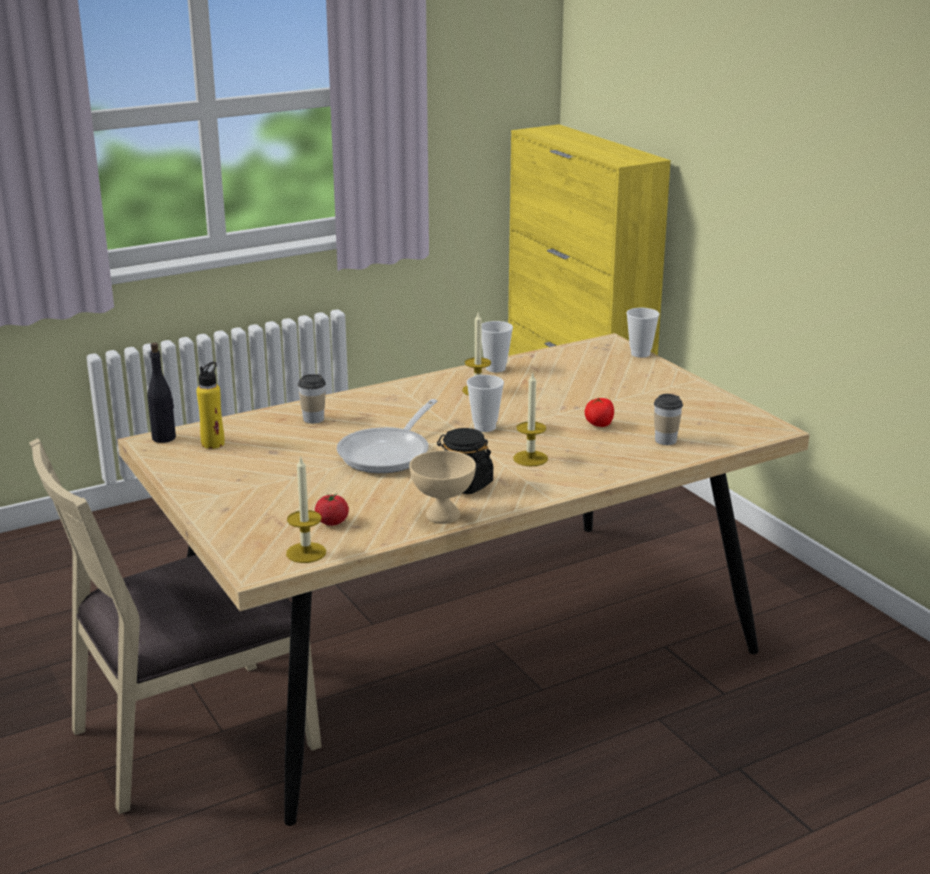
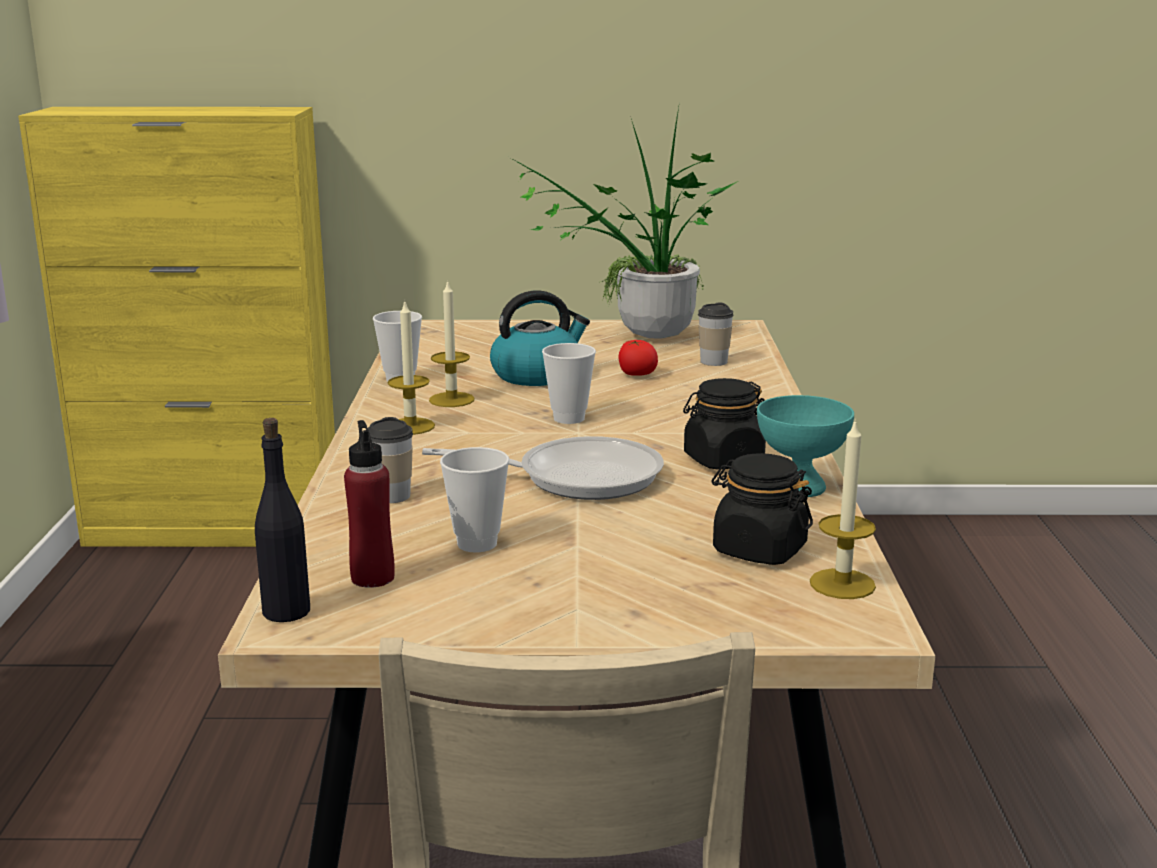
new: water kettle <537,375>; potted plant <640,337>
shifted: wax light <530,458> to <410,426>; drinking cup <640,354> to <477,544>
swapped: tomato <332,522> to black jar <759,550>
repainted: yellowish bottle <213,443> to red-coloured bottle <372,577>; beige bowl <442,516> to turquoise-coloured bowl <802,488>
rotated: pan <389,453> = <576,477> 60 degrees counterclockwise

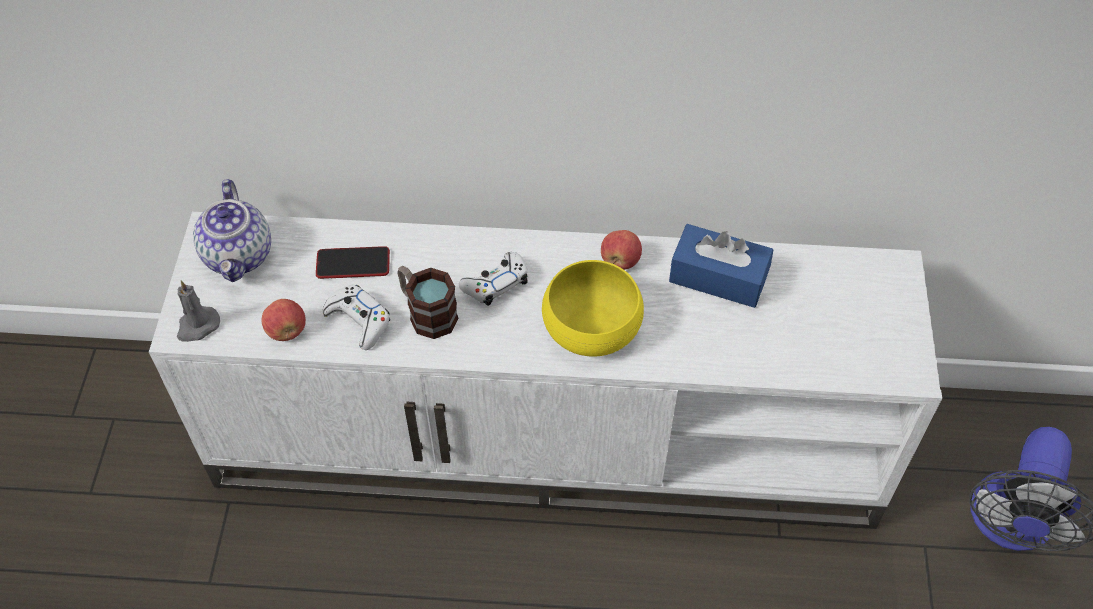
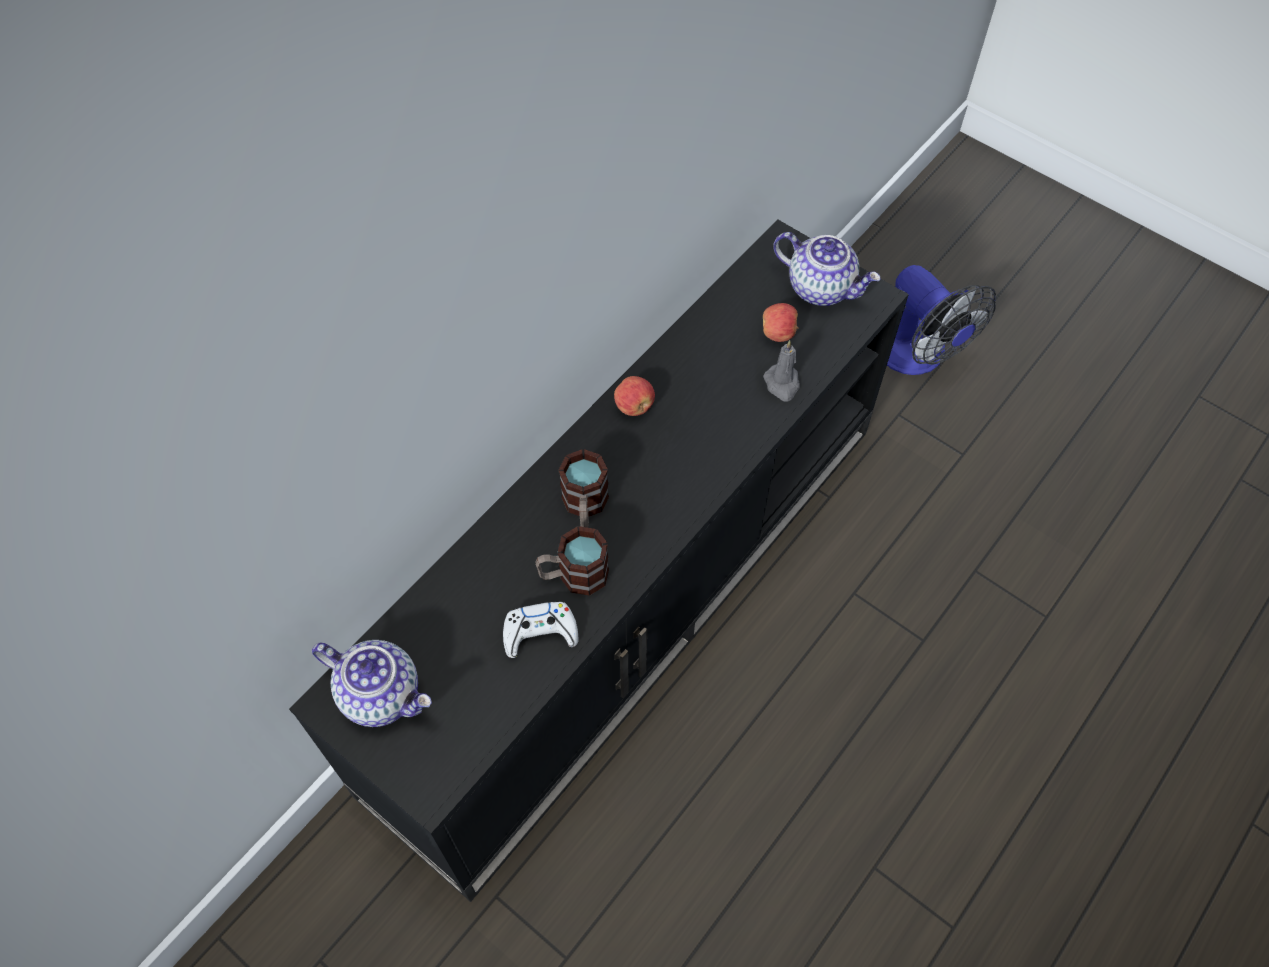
gone: telephone <353,263>; yellowish bowl <591,325>; bluish tissue holder <718,277>
new: pot for tea <821,287>
shifted: apple <287,331> to <778,333>; gray wax light <197,326> to <782,384>
swapped: whitish gamepad <496,283> to coffee mug <585,506>
repainted: whitish tv stand <550,437> to black tv stand <630,595>

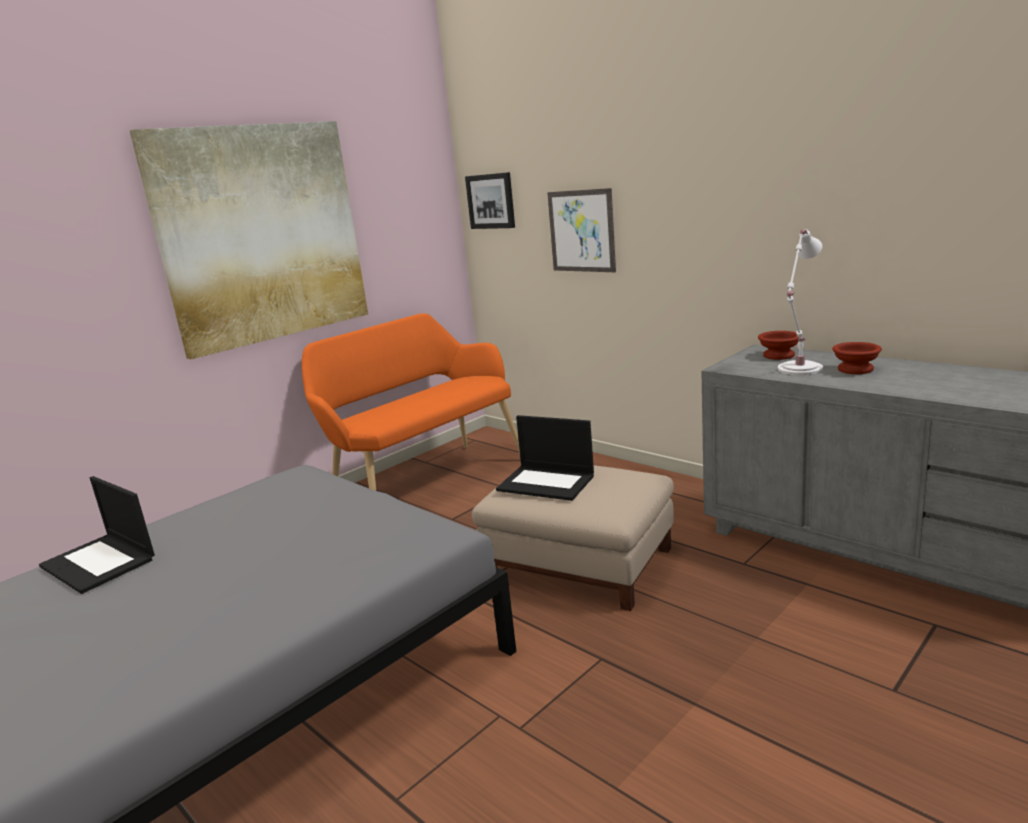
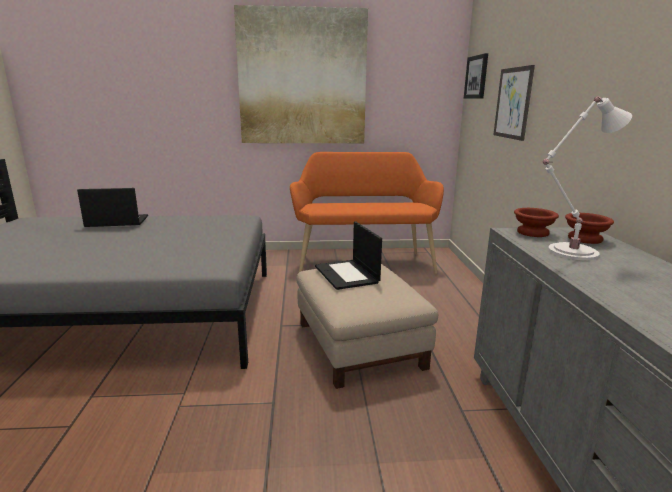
shifted: brown-coloured bowl <855,370> to <531,233>
rotated: laptop <99,562> = <116,221> 90 degrees clockwise

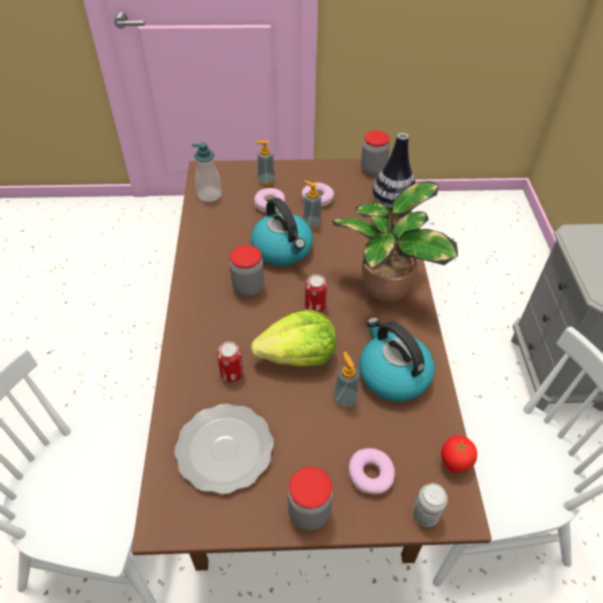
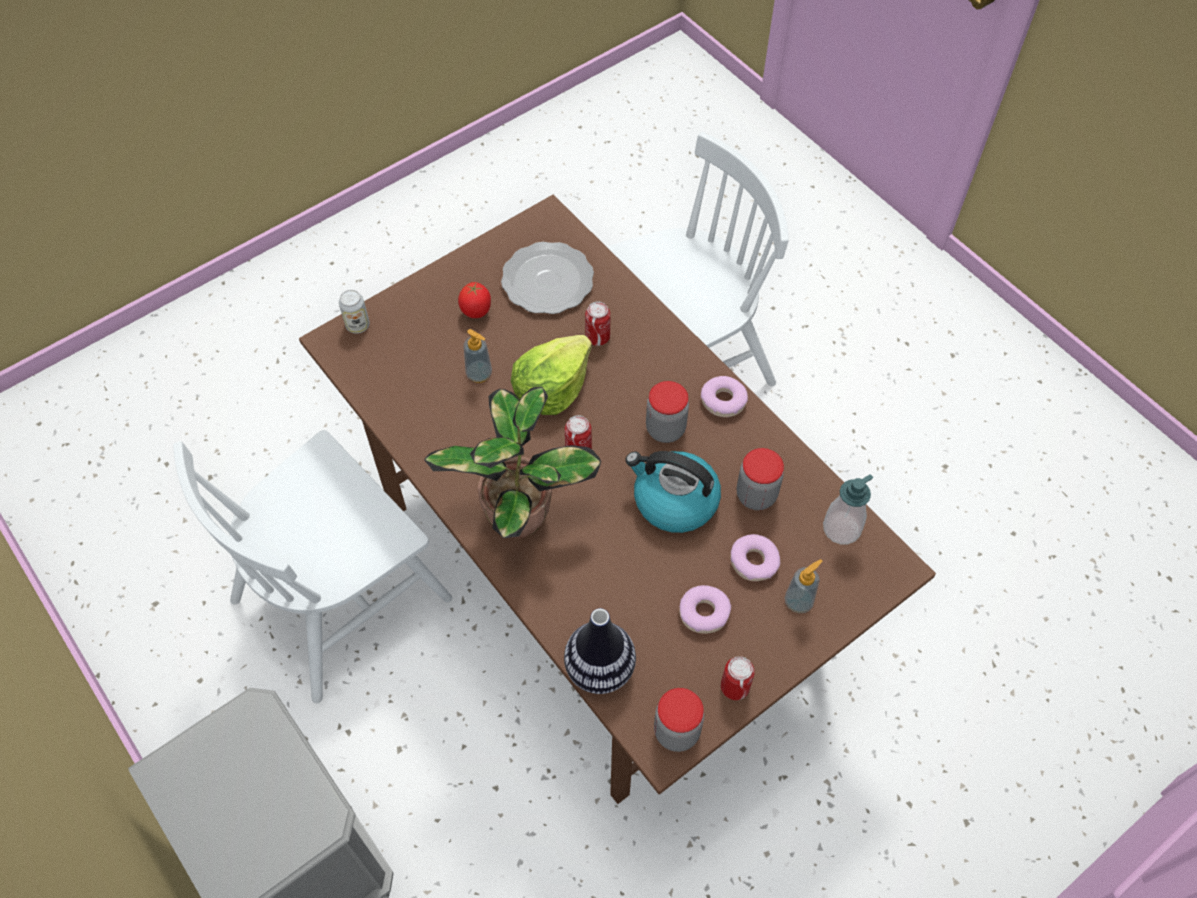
gone: soap bottle <311,224>; water kettle <392,375>
new: metal can <735,687>
shifted: tomato <454,463> to <476,312>; ring doughnut <370,475> to <723,401>; jar <309,512> to <756,495>

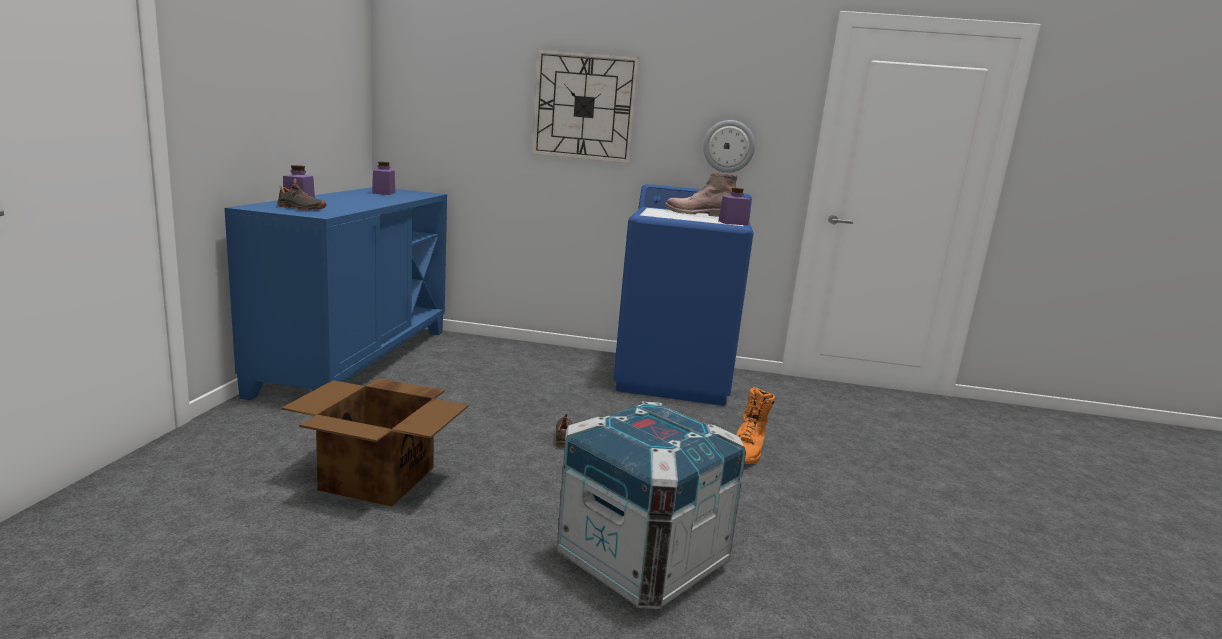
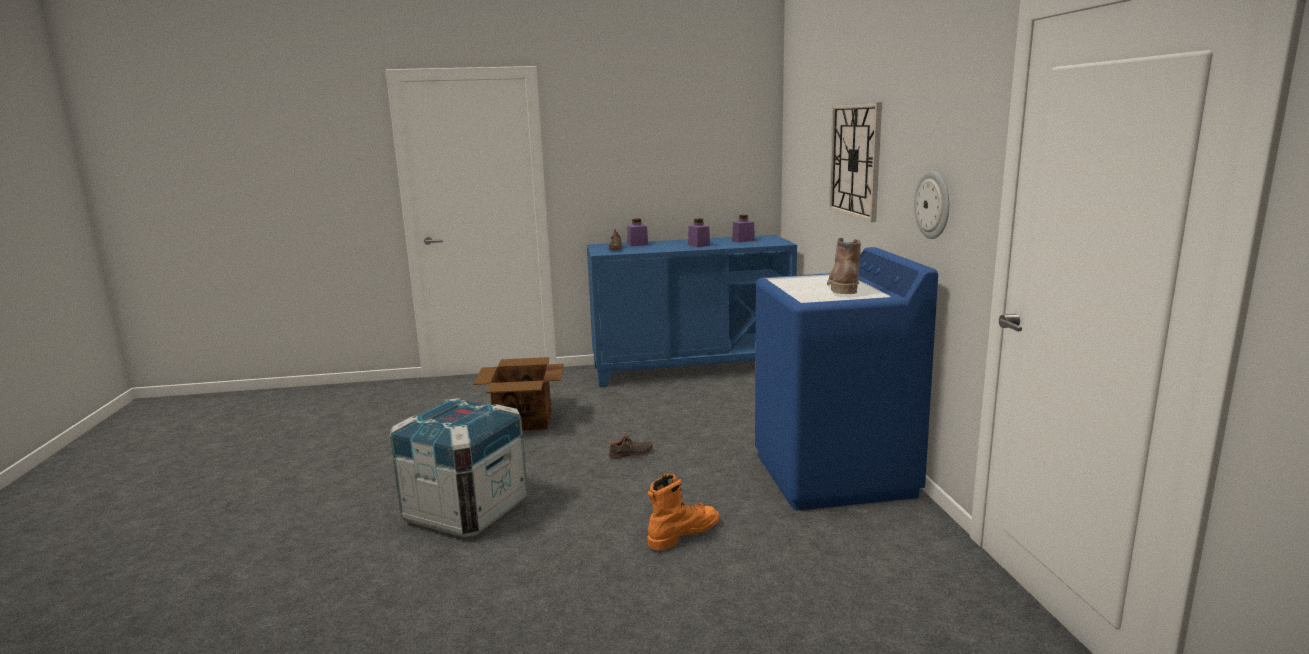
shifted: purplish jar <733,223> to <699,245>
rotated: orangey high-top boot <747,451> = <683,534> 135 degrees clockwise

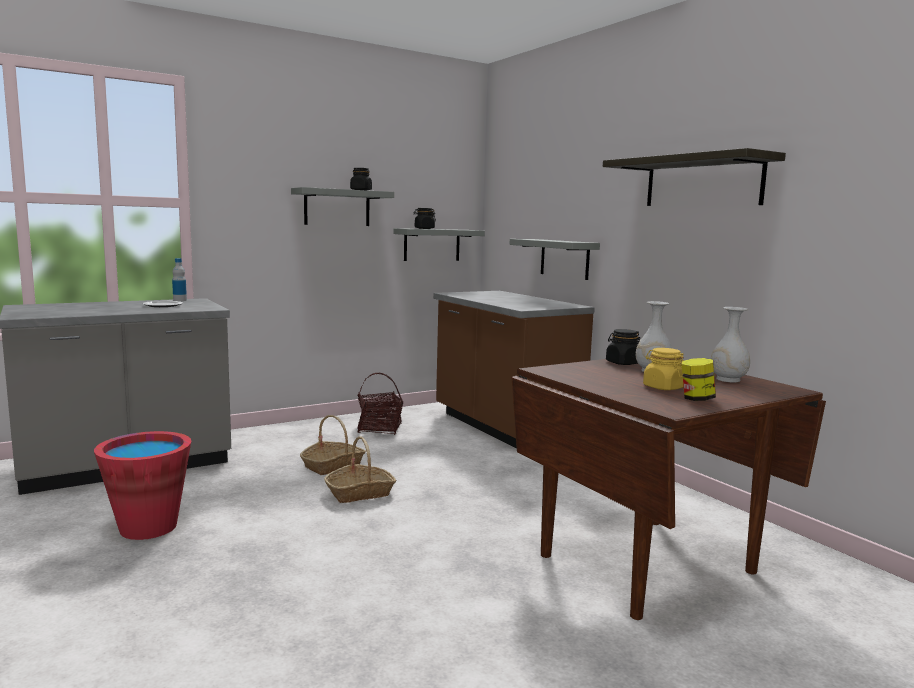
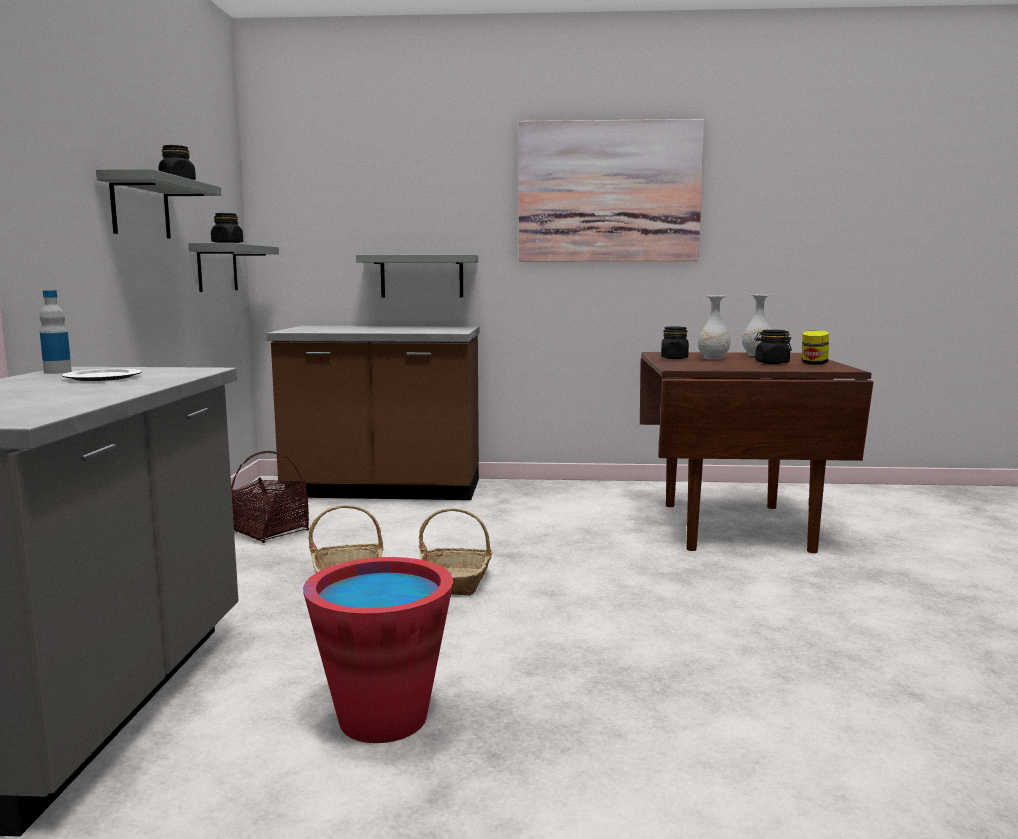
swapped: bracket shelf <702,182> to picture <609,192>
repainted: yellowish jar <663,387> to black jar <771,363>

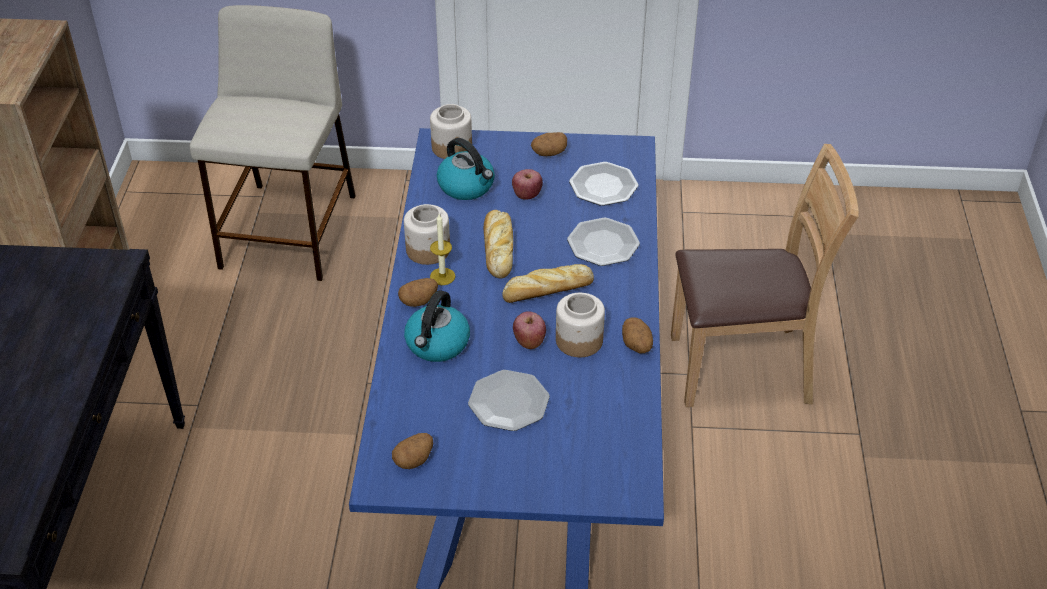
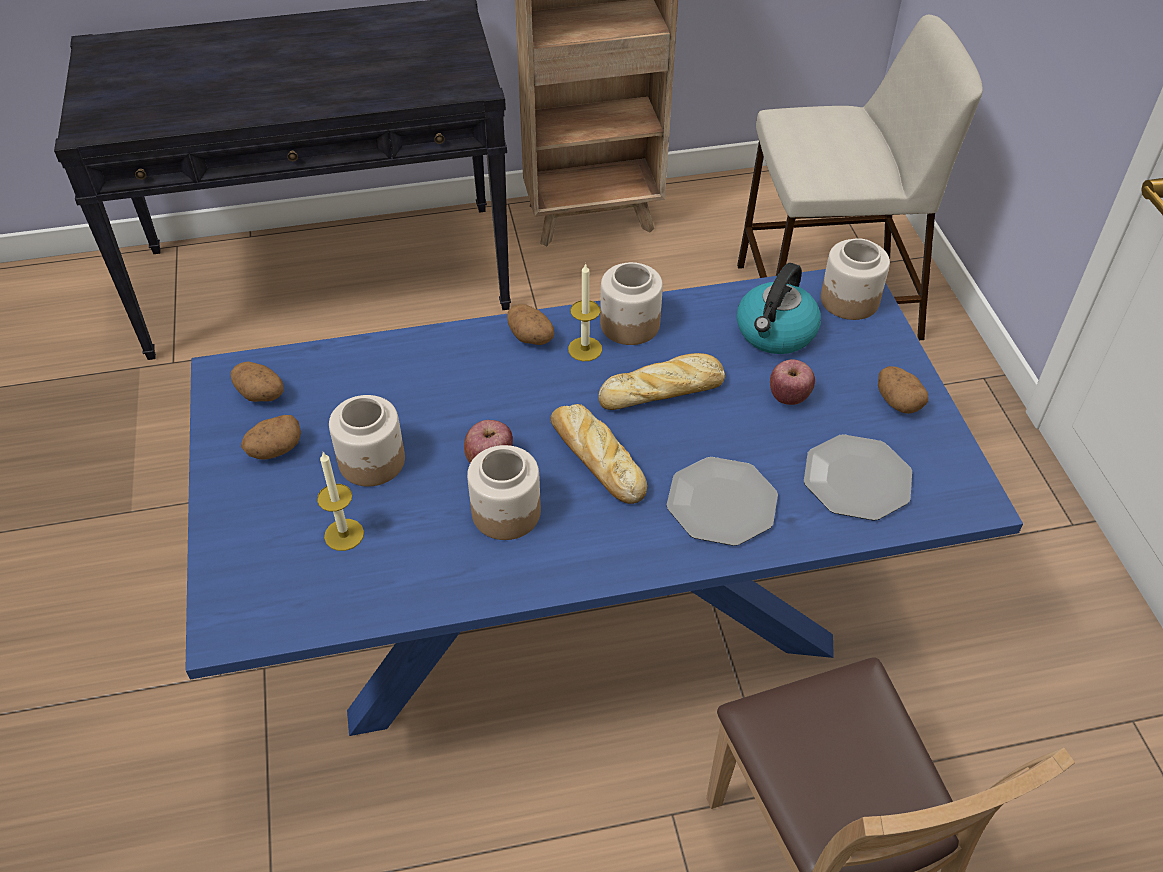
gone: water kettle <437,344>
new: wax light <344,534>
shifted: whole potato <637,346> to <275,450>
swapped: dinner plate <509,402> to jar <372,462>

